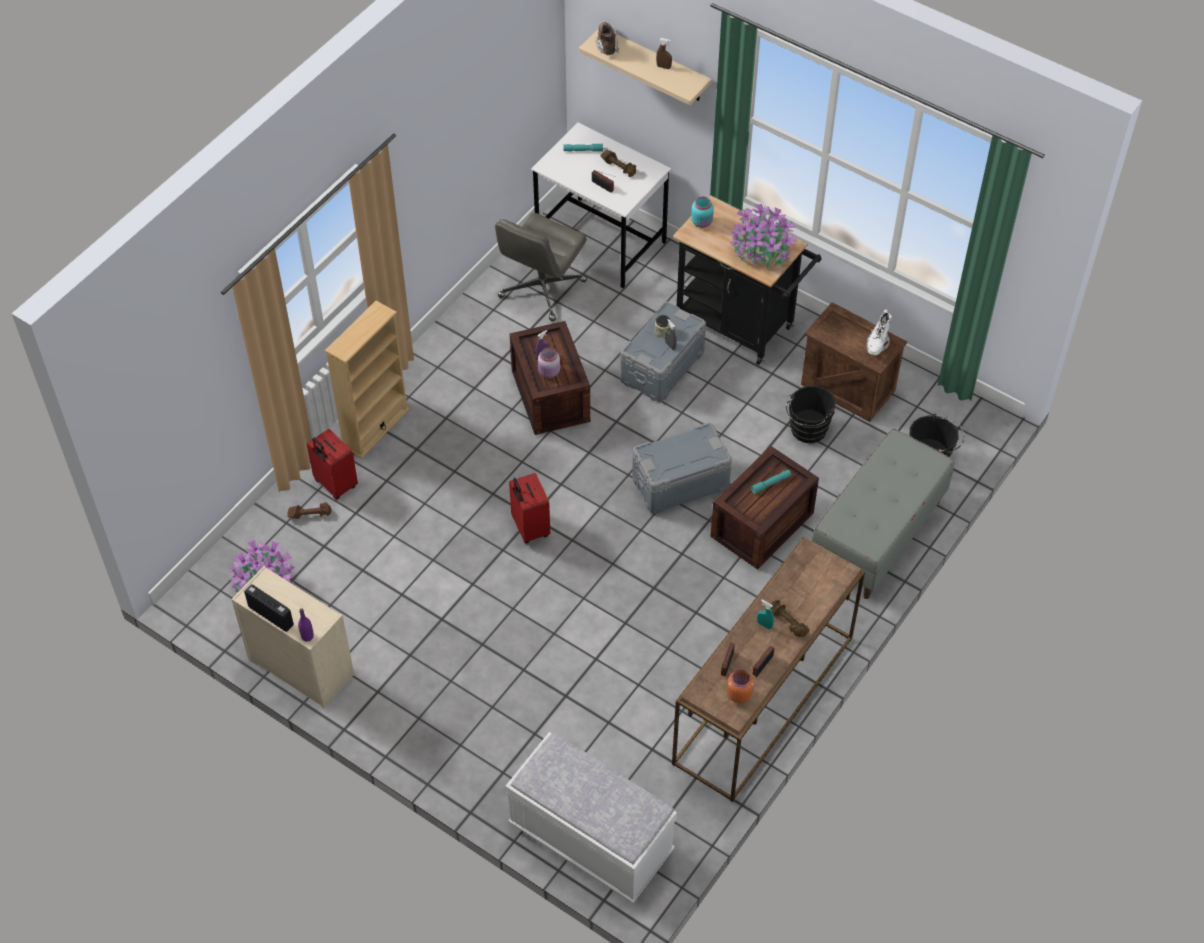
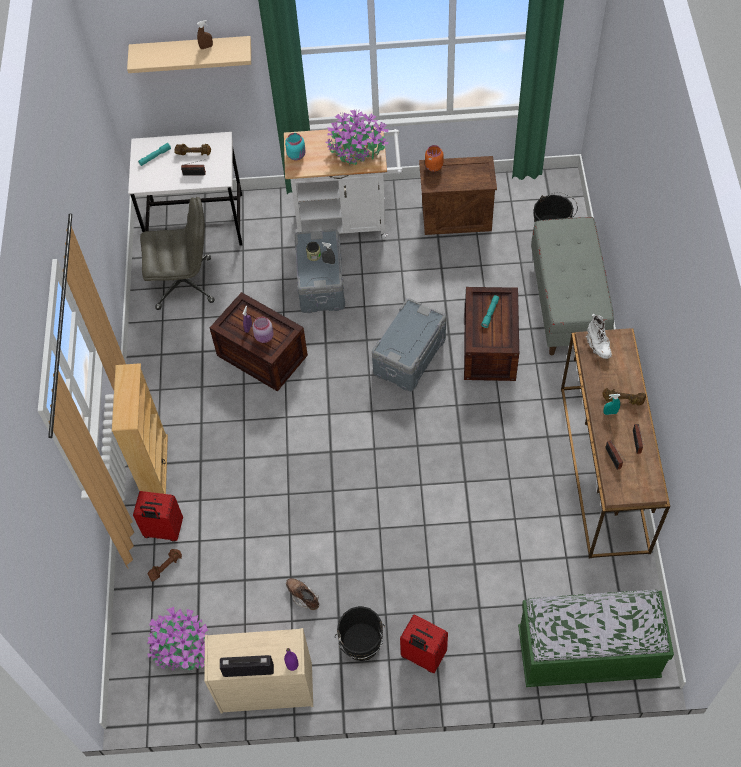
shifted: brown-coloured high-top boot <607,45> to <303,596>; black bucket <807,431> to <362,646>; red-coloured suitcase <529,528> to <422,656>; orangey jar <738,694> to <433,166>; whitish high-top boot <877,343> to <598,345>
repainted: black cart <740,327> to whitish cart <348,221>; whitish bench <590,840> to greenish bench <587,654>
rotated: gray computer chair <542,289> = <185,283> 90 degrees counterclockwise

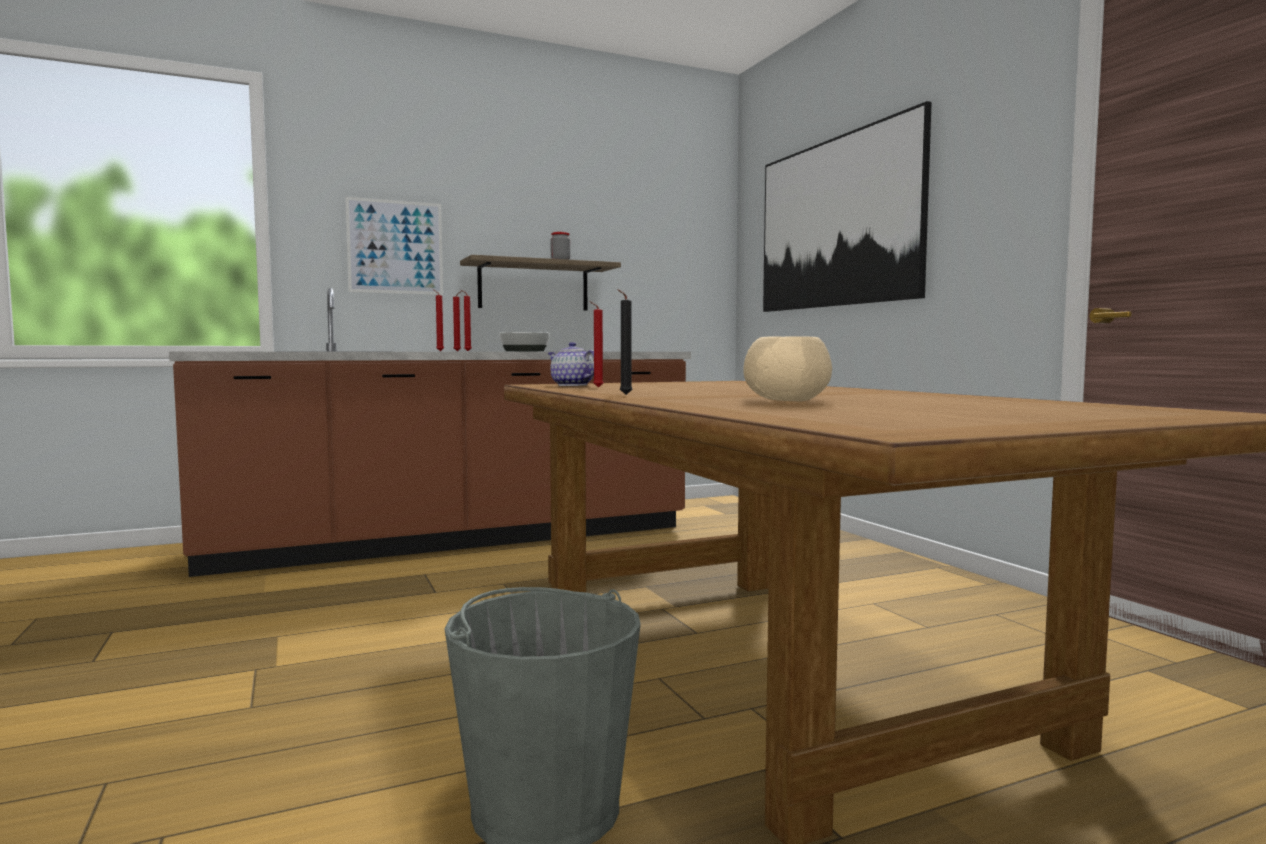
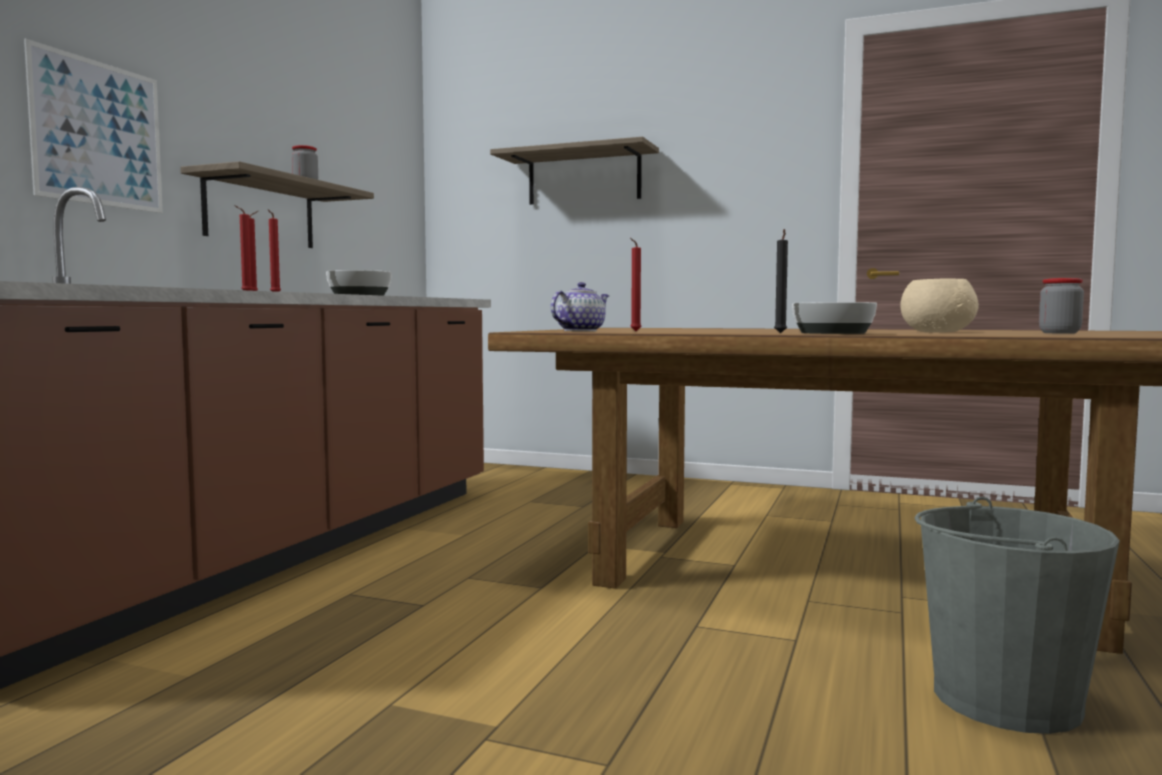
new: bowl <834,333>; jar <1059,333>
swapped: picture <836,222> to bracket shelf <584,177>
rotated: pot for tea <571,385> = <580,331> 135 degrees clockwise

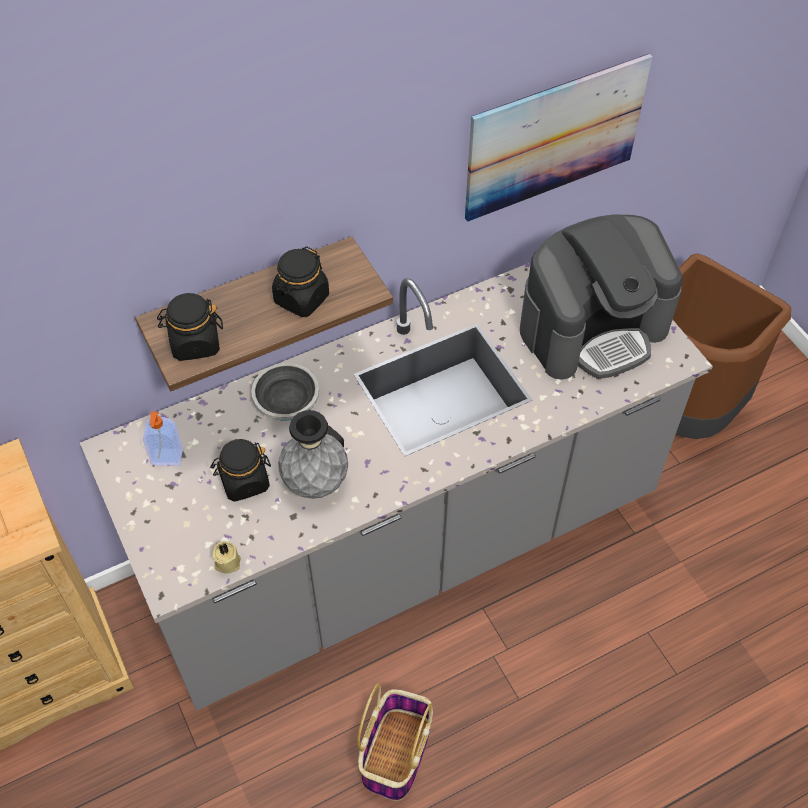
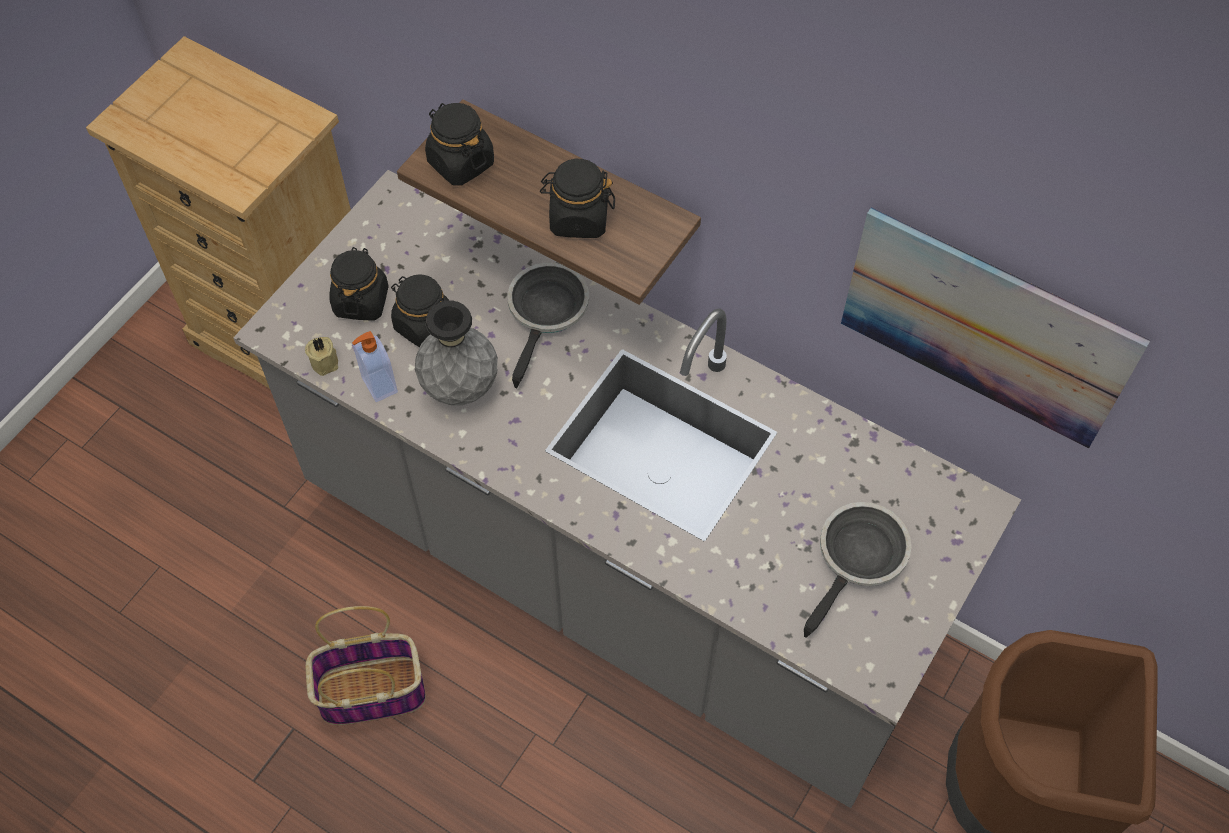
new: black jar <361,301>
shifted: soap bottle <167,458> to <378,385>
swapped: coffee brewer <593,328> to pan <859,558>

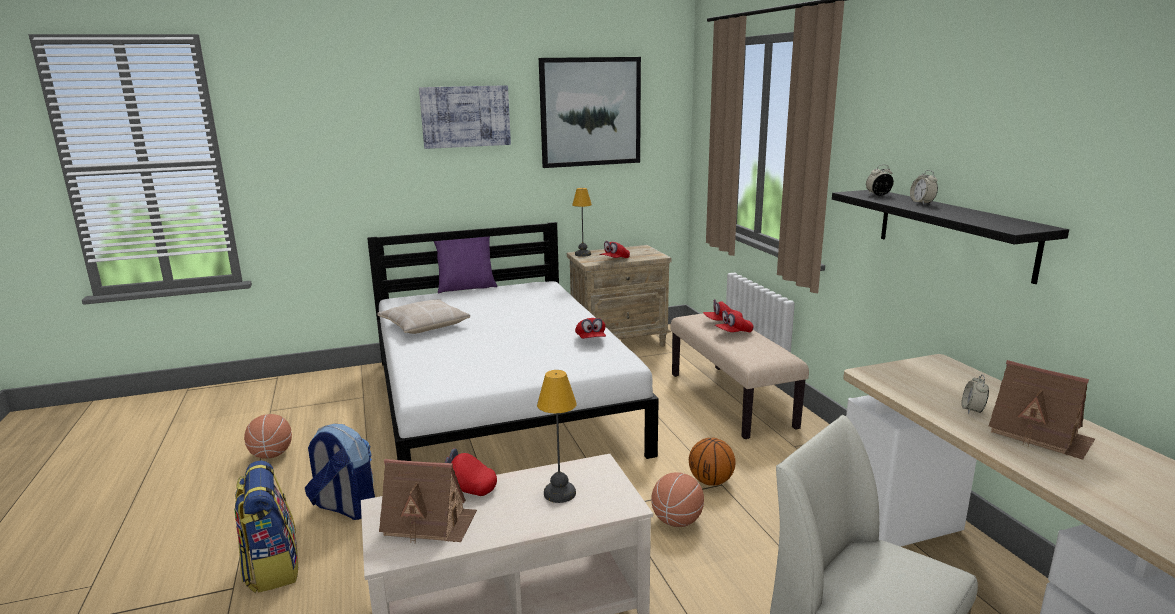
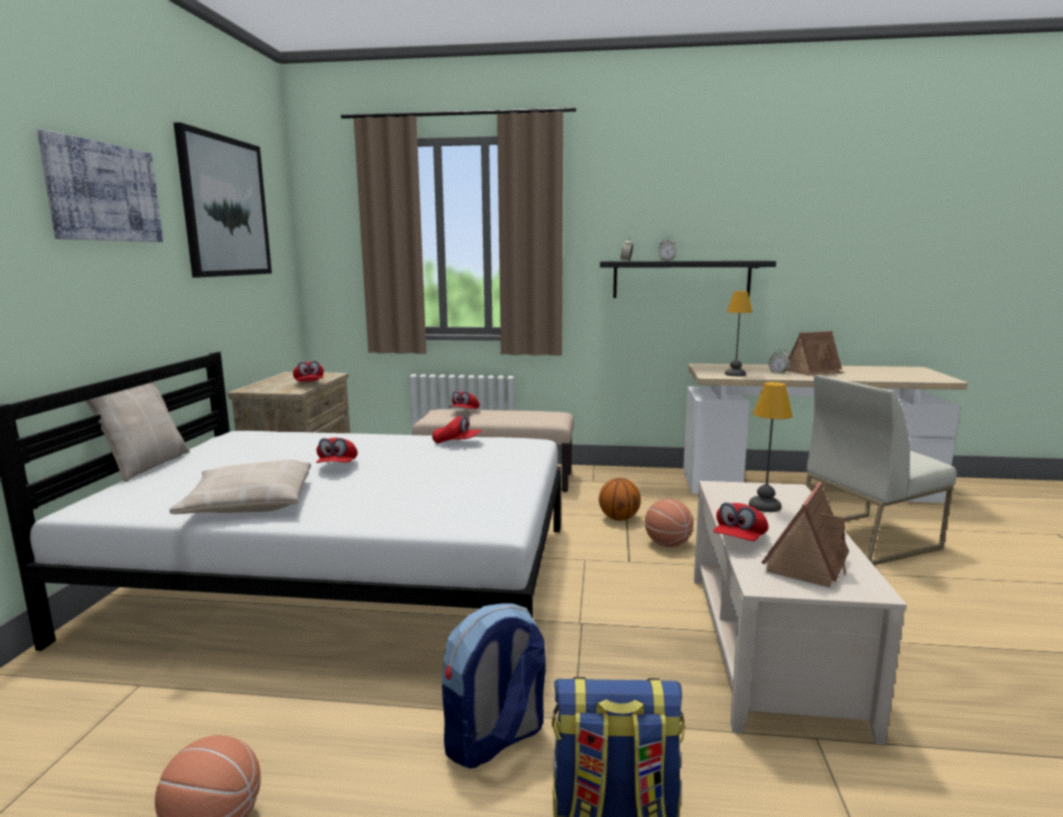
shifted: red-coloured peaked cap <733,333> to <337,466>; table lamp <582,254> to <734,374>
repainted: purplish throw pillow <466,287> to beige throw pillow <145,465>

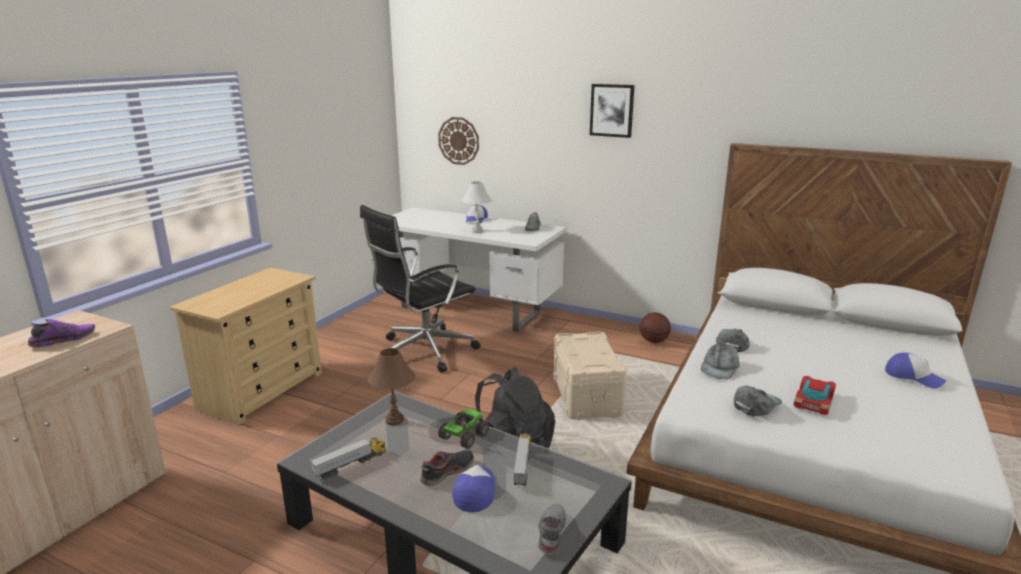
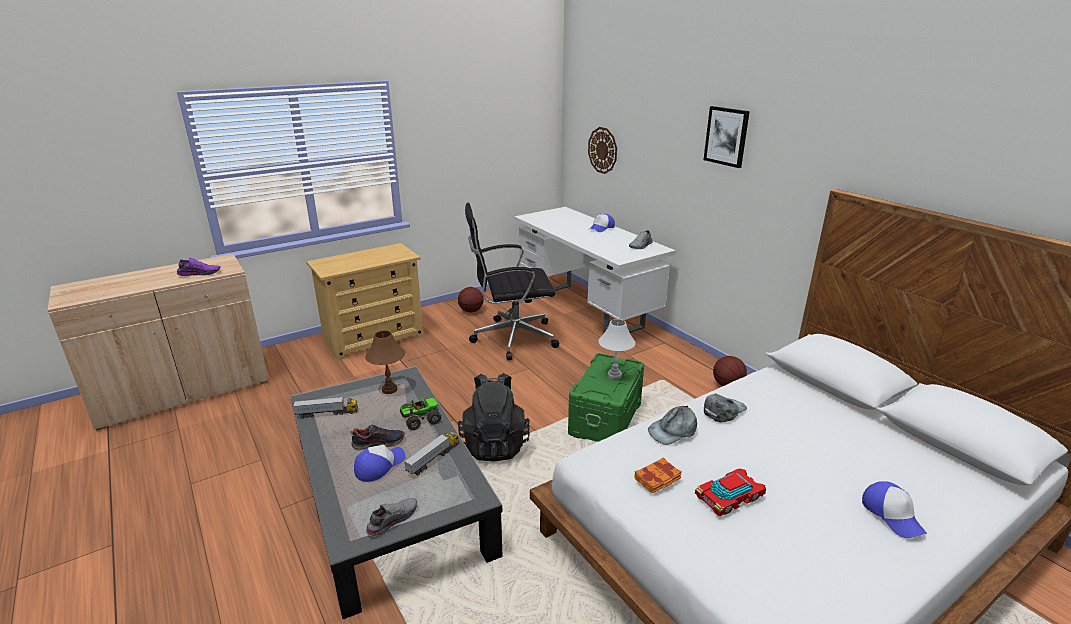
new: ball for basketball <471,311>
shifted: whitish table lamp <477,231> to <614,375>
swapped: gray peaked cap <756,404> to orangey volume <658,479>
repainted: beige storage bin <587,395> to greenish storage bin <606,418>

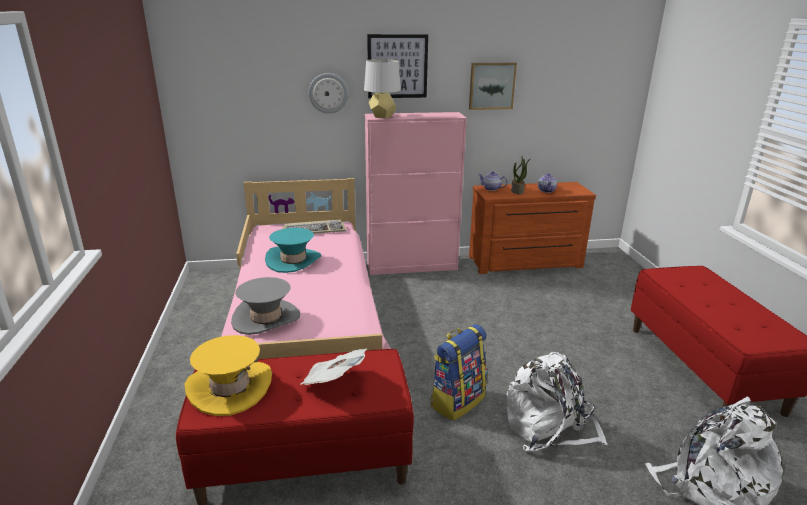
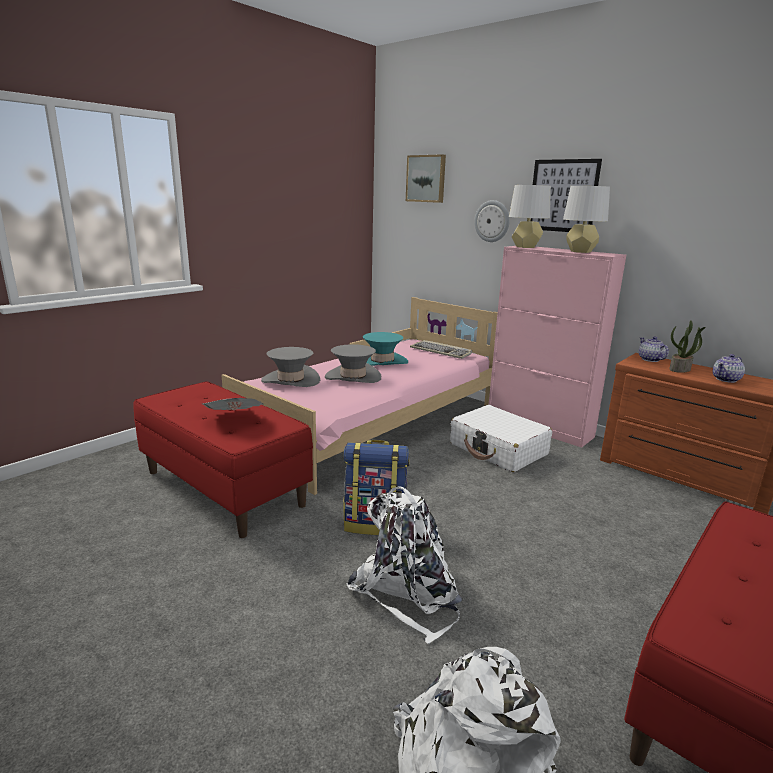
gone: yellowish hat <230,388>
new: gray hat <353,377>; whitish suitcase <498,449>; gray table lamp <580,251>
shifted: picture <491,85> to <426,178>

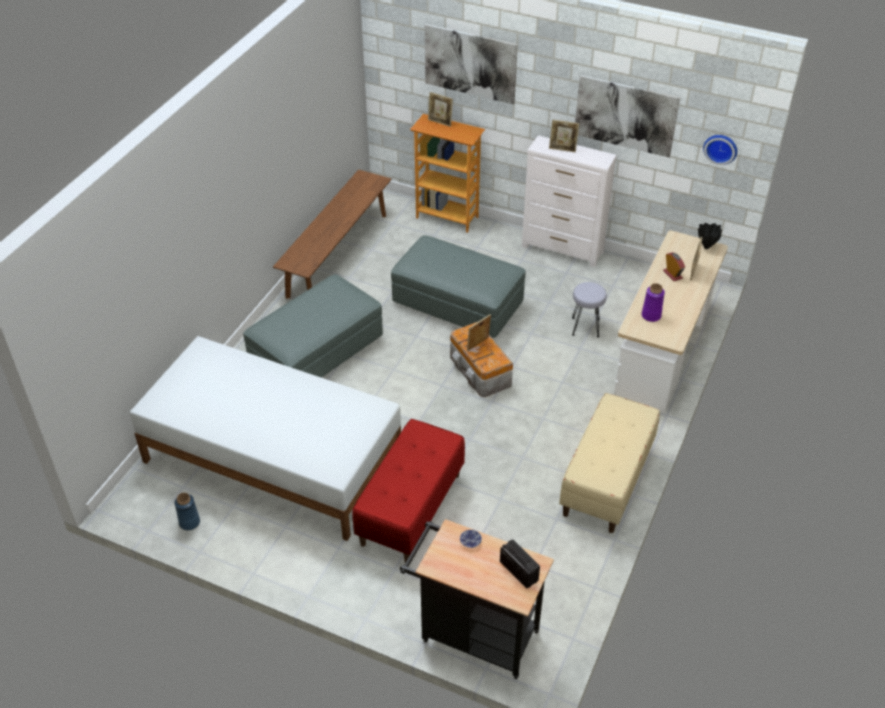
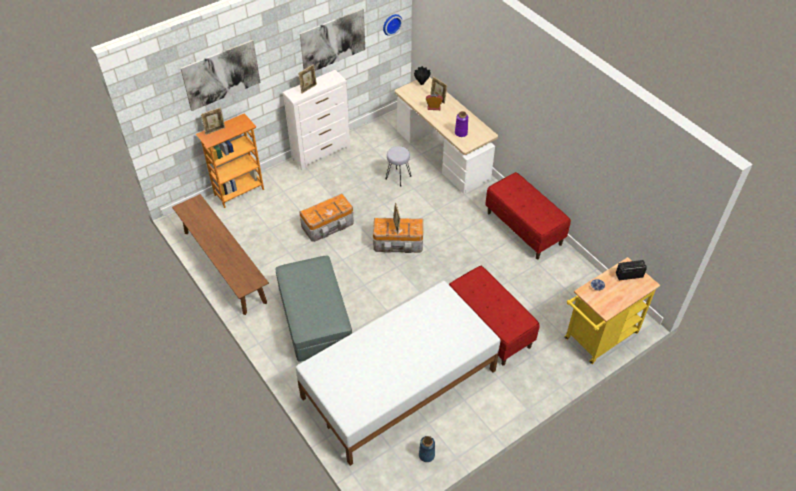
swapped: gray footrest <457,303> to storage bin <328,225>
repainted: beige bench <607,481> to red-coloured bench <524,228>; black cart <473,634> to yellowish cart <597,338>

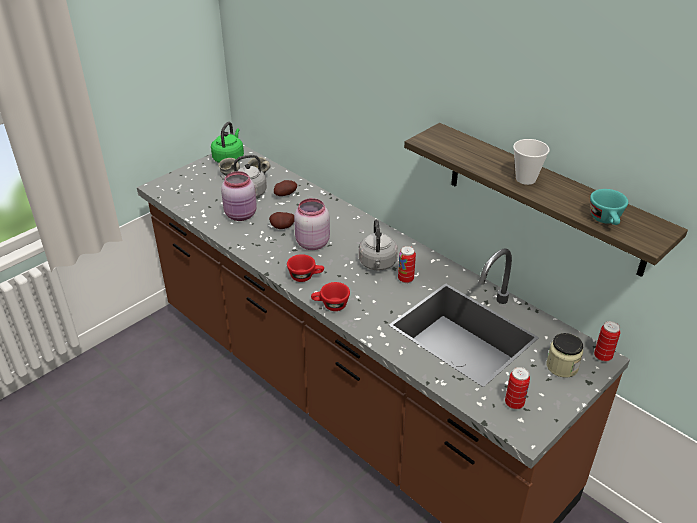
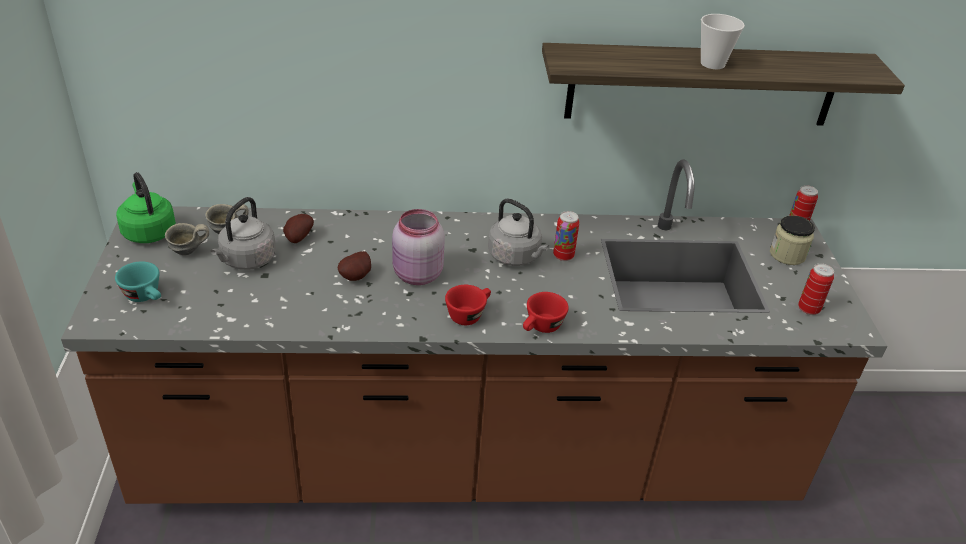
gone: pink-coloured jar <241,215>
shifted: turquoise-coloured drinking cup <606,221> to <146,297>

